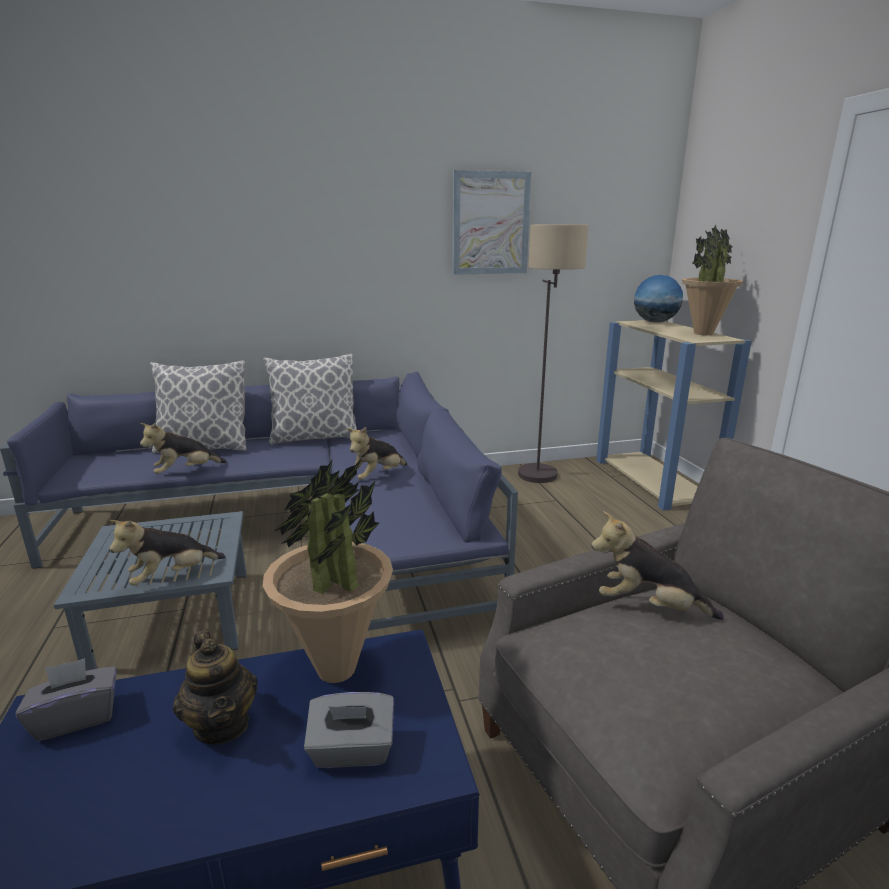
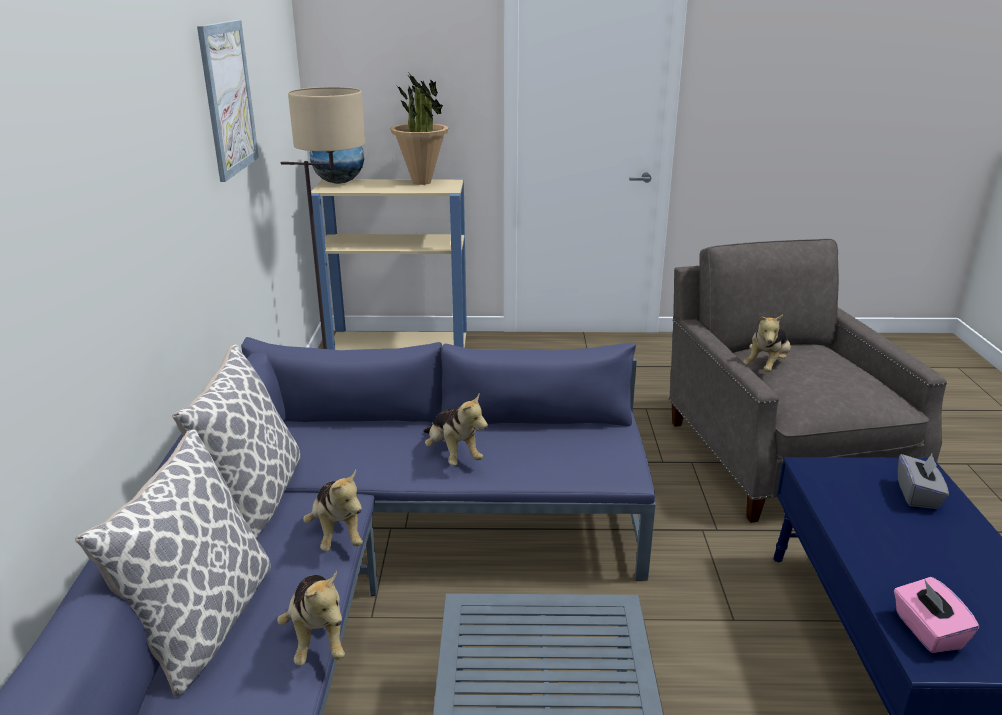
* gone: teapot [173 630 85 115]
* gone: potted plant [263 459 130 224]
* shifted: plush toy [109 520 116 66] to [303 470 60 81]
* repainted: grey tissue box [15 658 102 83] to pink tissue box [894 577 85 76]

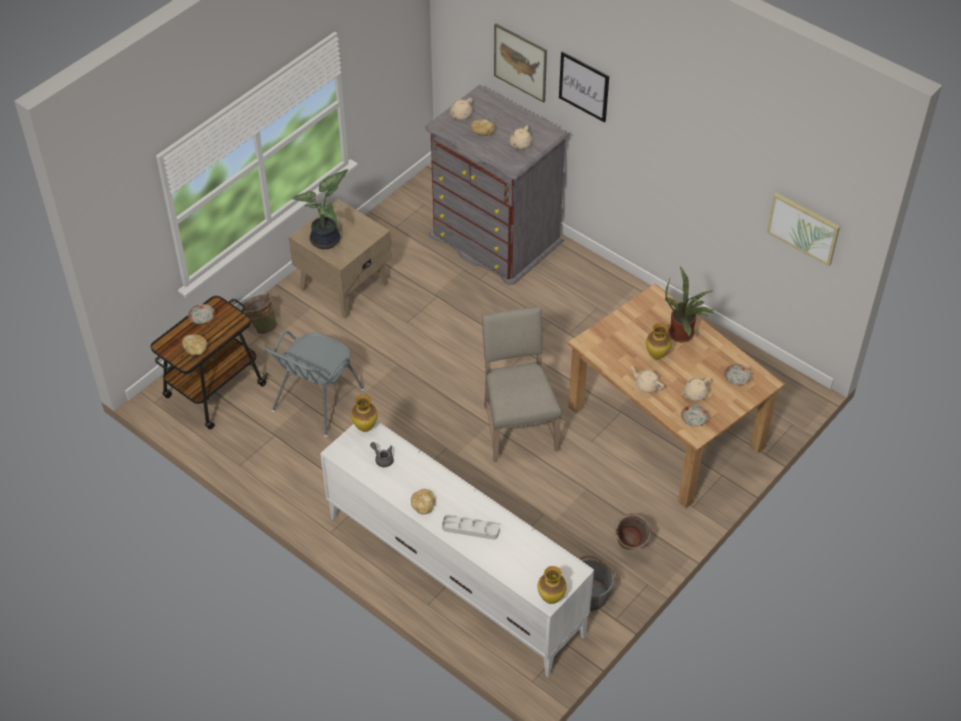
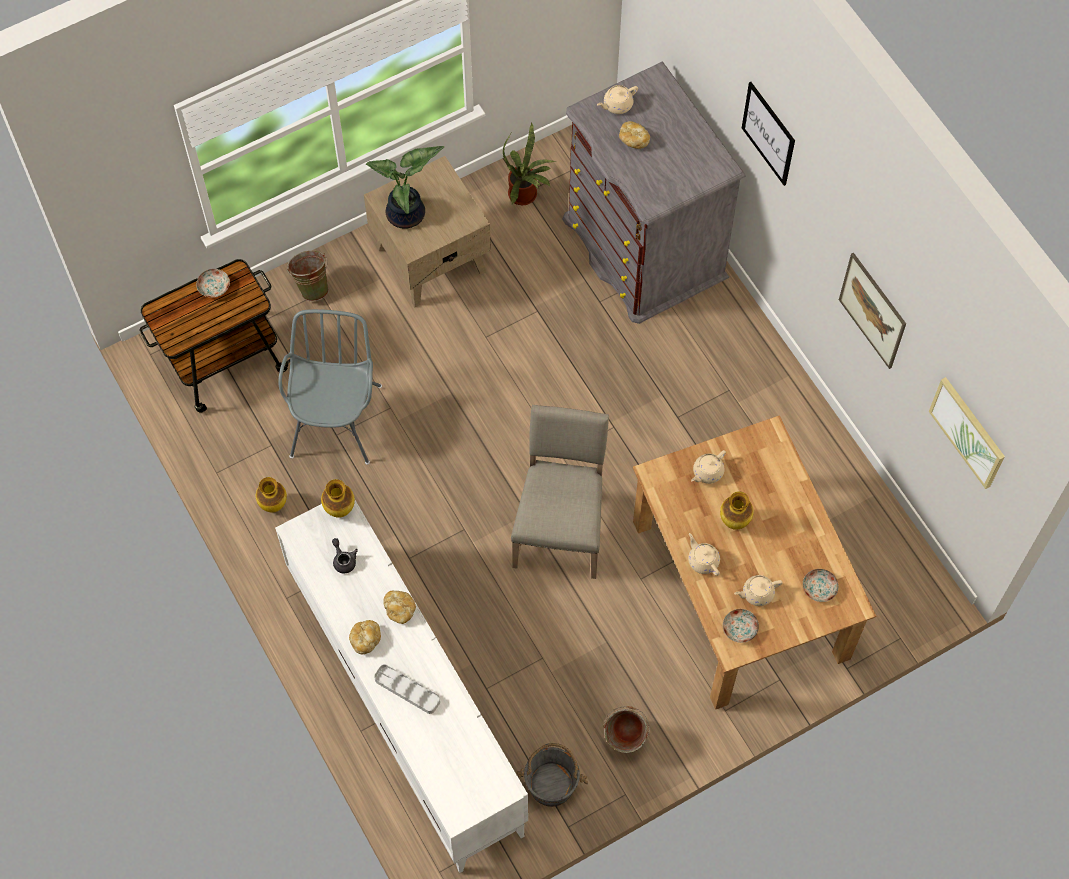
* shifted: bread [182 334 25 21] to [383 591 33 33]
* shifted: picture [494 23 53 80] to [839 253 67 116]
* shifted: beige teapot [509 125 23 24] to [691 450 35 34]
* shifted: vase [538 566 29 38] to [256 477 31 36]
* shifted: potted plant [665 267 49 76] to [503 123 53 82]
* rotated: grey chair [265 331 99 106] = [278 309 104 156] 135 degrees clockwise

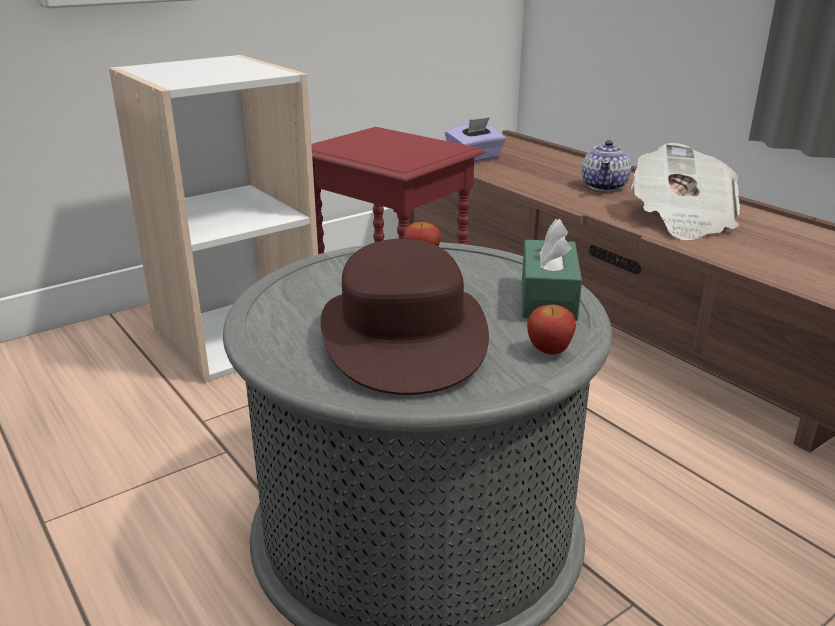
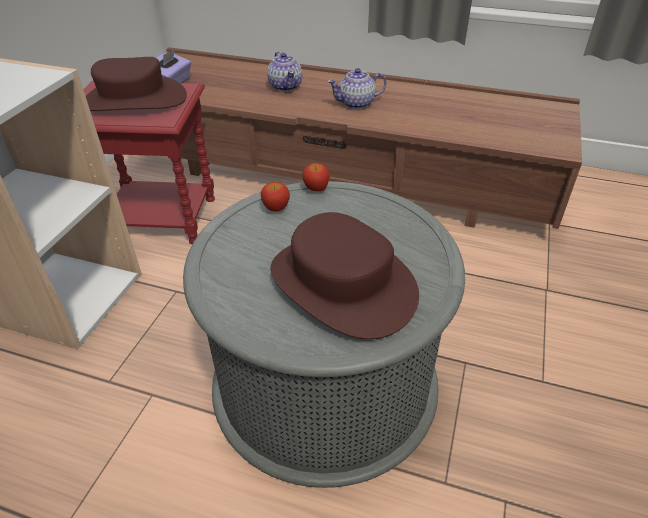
* gone: green tissue box [522 218 60 103]
* new: brown hat [86 57 101 54]
* shifted: apple [527 304 49 51] to [302 163 28 29]
* swapped: newspaper [631 143 109 97] to teapot [327 68 60 41]

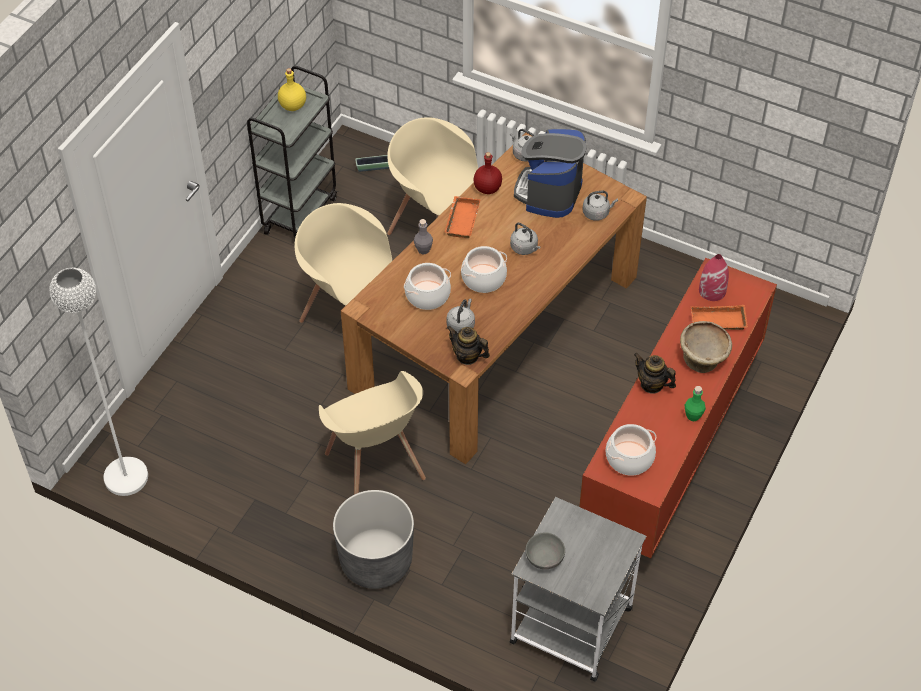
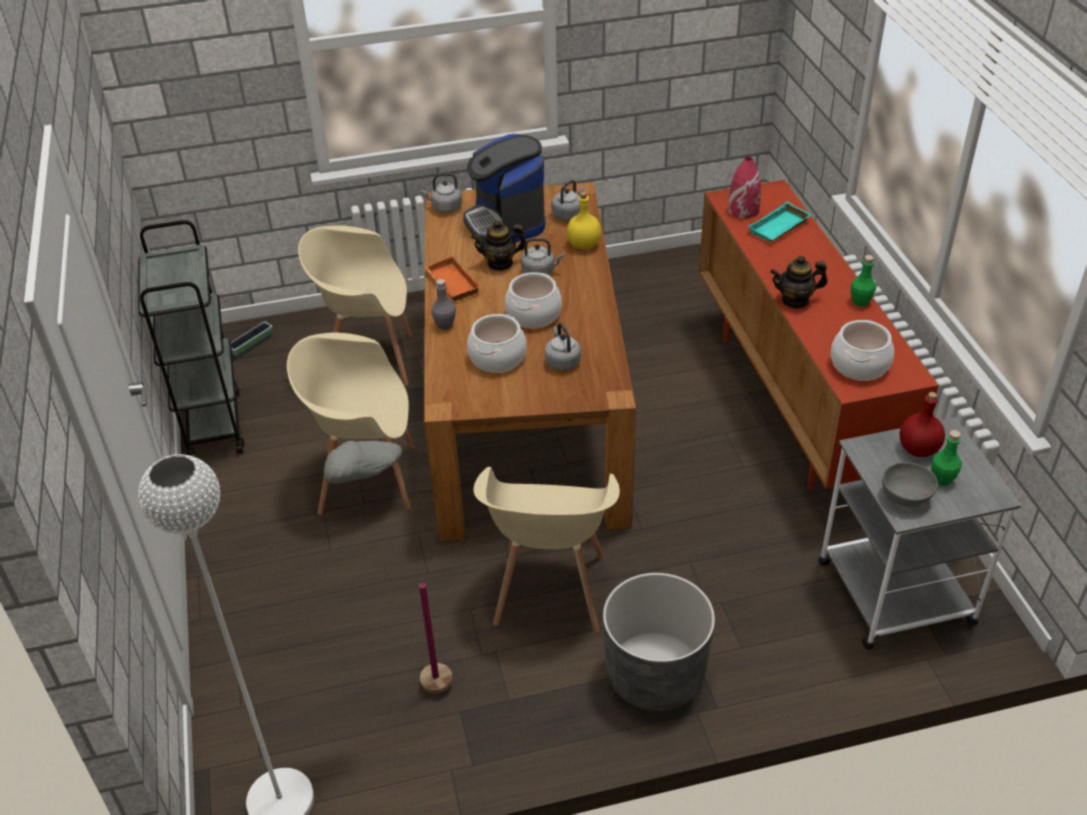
* gone: beige bowl [680 321 52 52]
* new: grey floor lamp [324 437 128 257]
* new: green bottle [931 430 31 56]
* shifted: yellow bottle [278 68 28 43] to [567 192 34 57]
* shifted: teapot [447 326 43 39] to [471 220 55 51]
* shifted: red bottle [474 152 28 42] to [899 392 46 65]
* repainted: orange tray [691 305 57 25] to turquoise tray [747 201 65 41]
* rotated: beige chair [319 371 107 123] = [474 467 146 166] 75 degrees clockwise

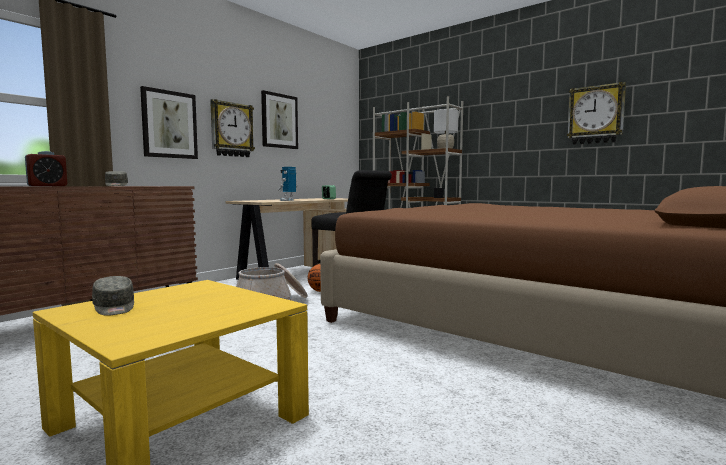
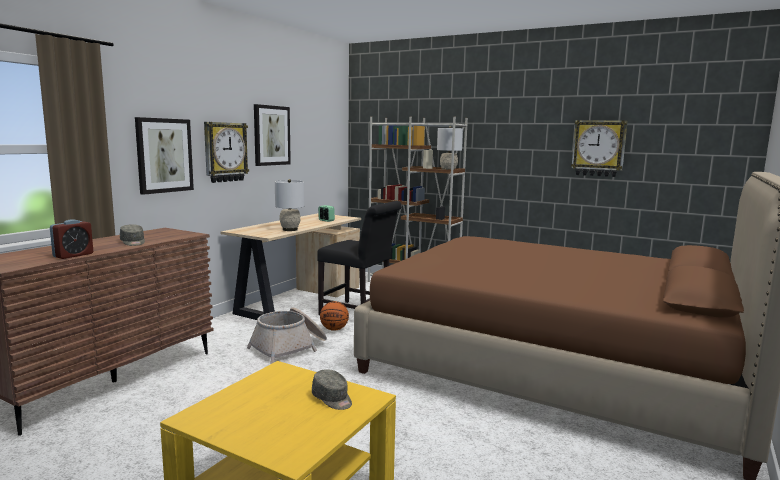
* shifted: grey cap [92 276 42 40] to [312 369 40 41]
* swapped: toy robot [278 167 20 34] to white table lamp [275 179 29 52]

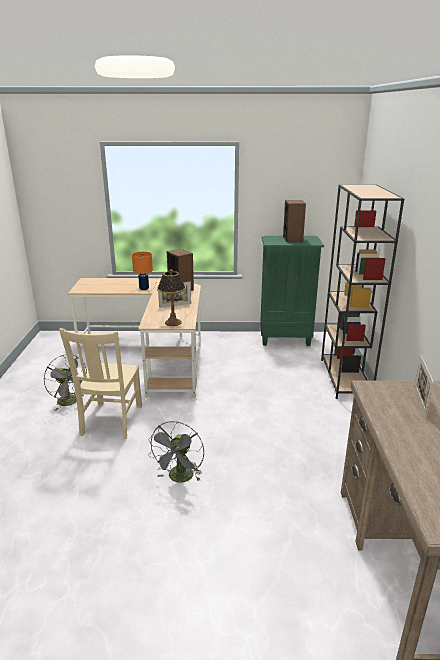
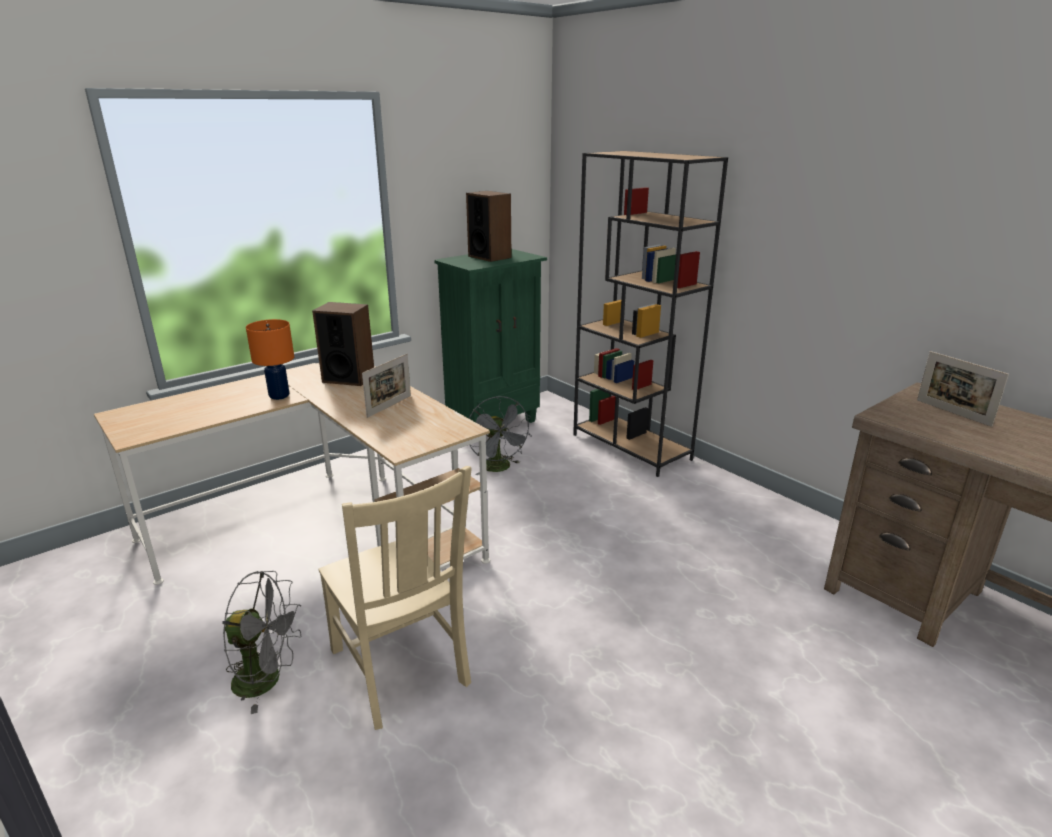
* gone: table lamp [157 269 29 57]
* shifted: grey fan [148 421 56 62] to [469 396 63 79]

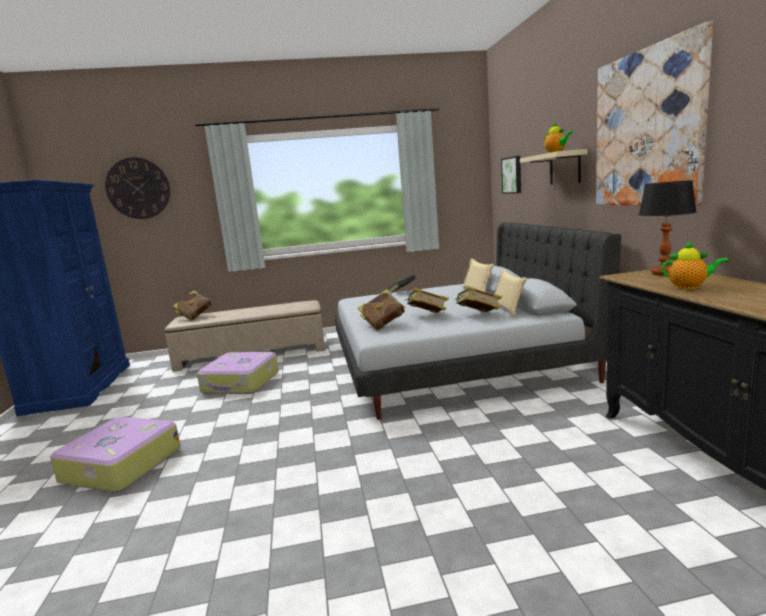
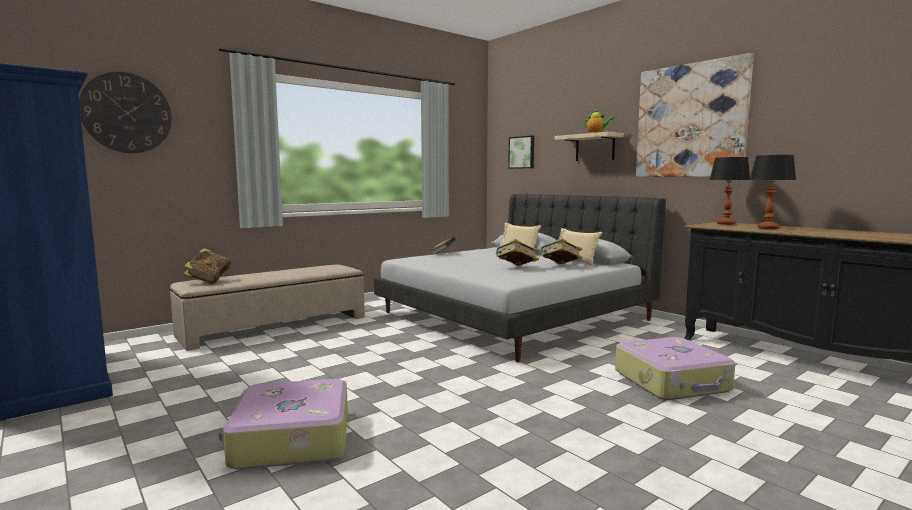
* gone: book [358 289 48 41]
* shifted: suitcase [197 352 82 42] to [615 337 120 63]
* swapped: teapot [661 241 68 48] to table lamp [750 155 46 74]

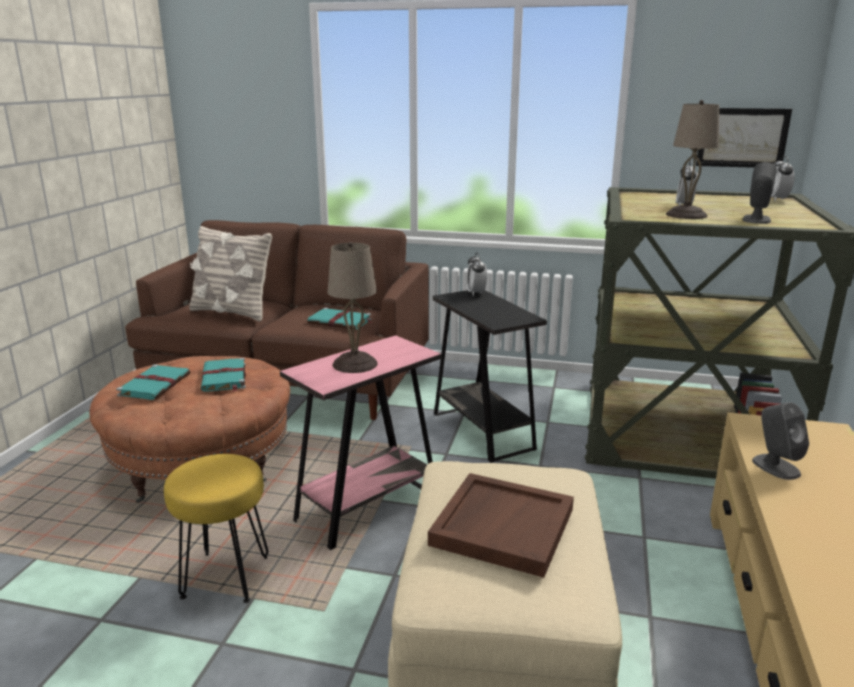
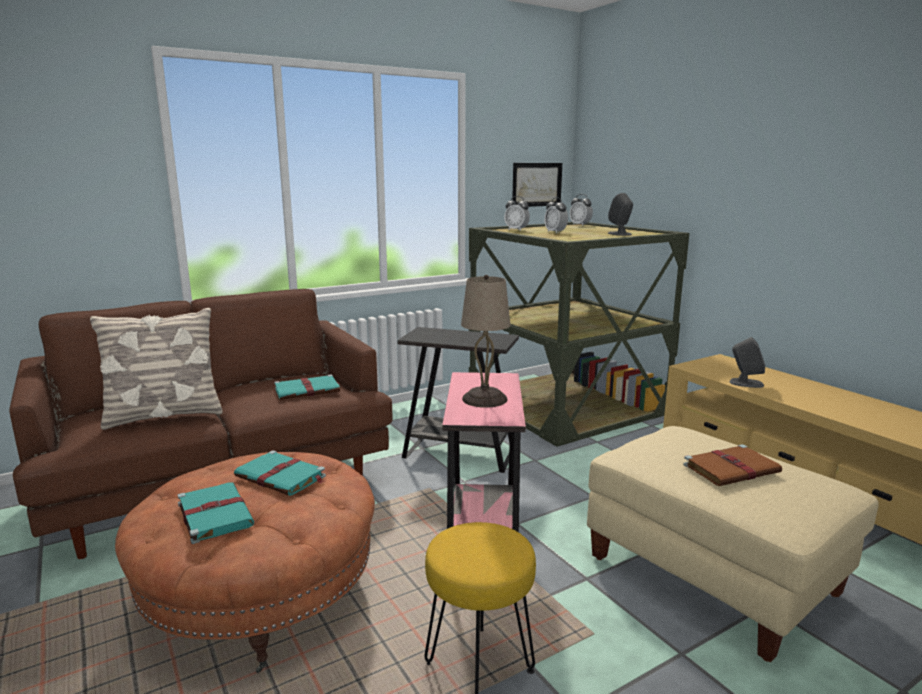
* gone: beige table lamp [666 100 53 119]
* shifted: alarm clock [467 252 20 44] to [504 196 26 35]
* swapped: brown tray [428 473 146 105] to brown book [683 444 99 42]

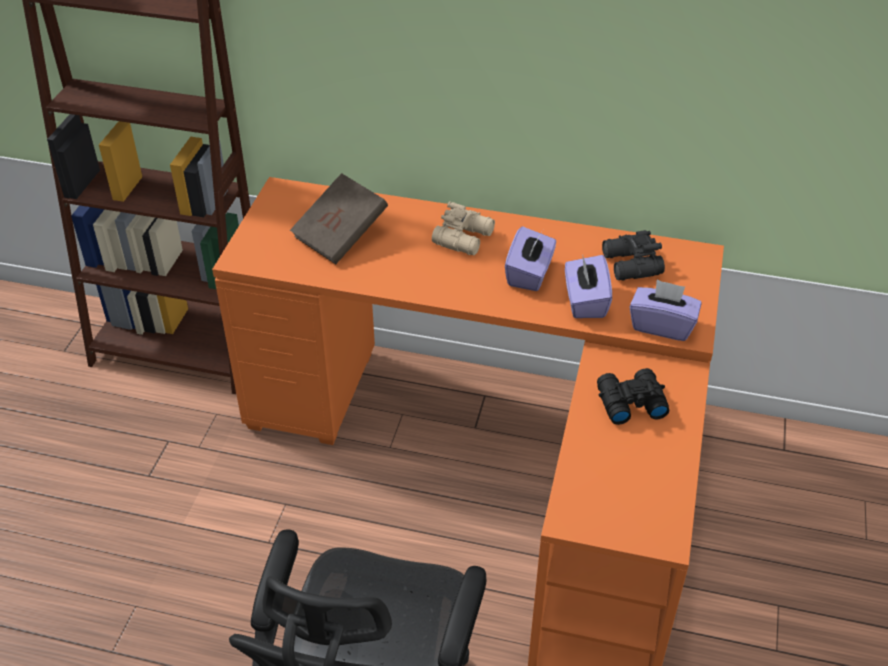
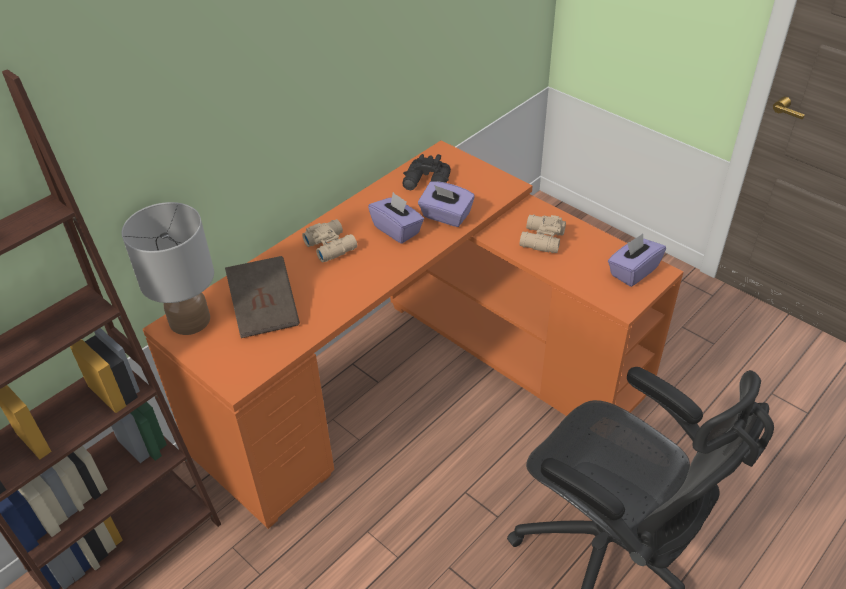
* new: grey table lamp [122 202 92 133]
* shifted: purple tissue box [630 279 72 62] to [608 234 58 53]
* repainted: black binoculars [597 368 72 57] to beige binoculars [520 215 46 38]

